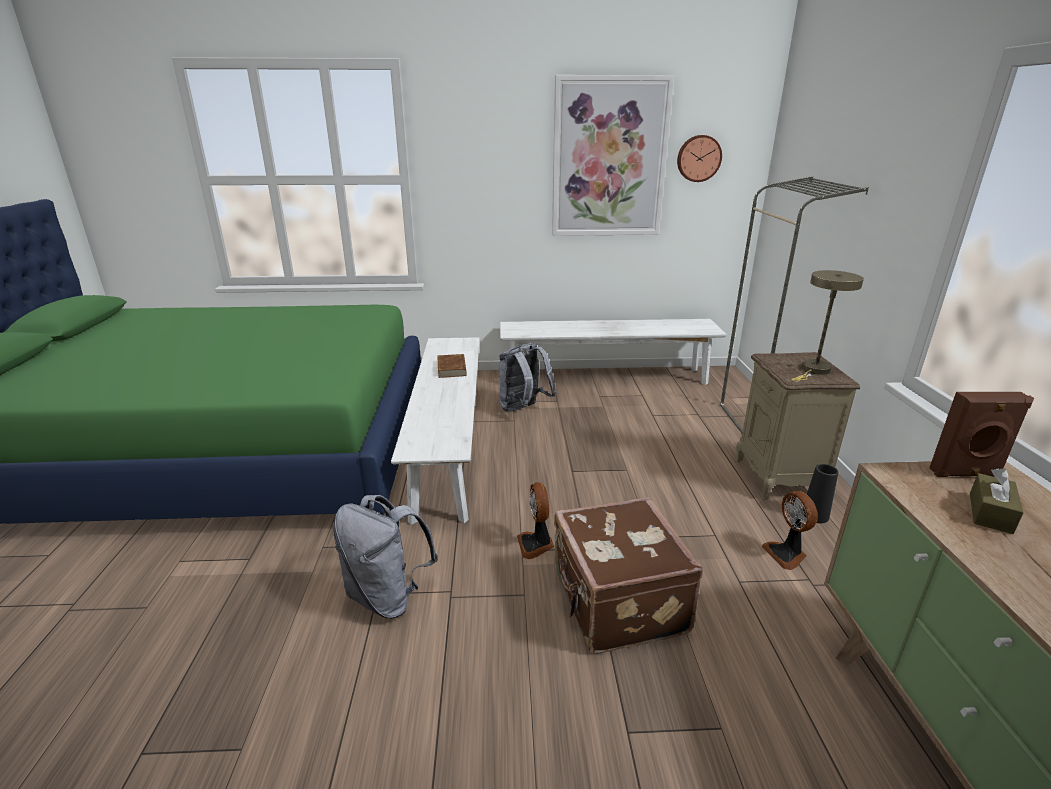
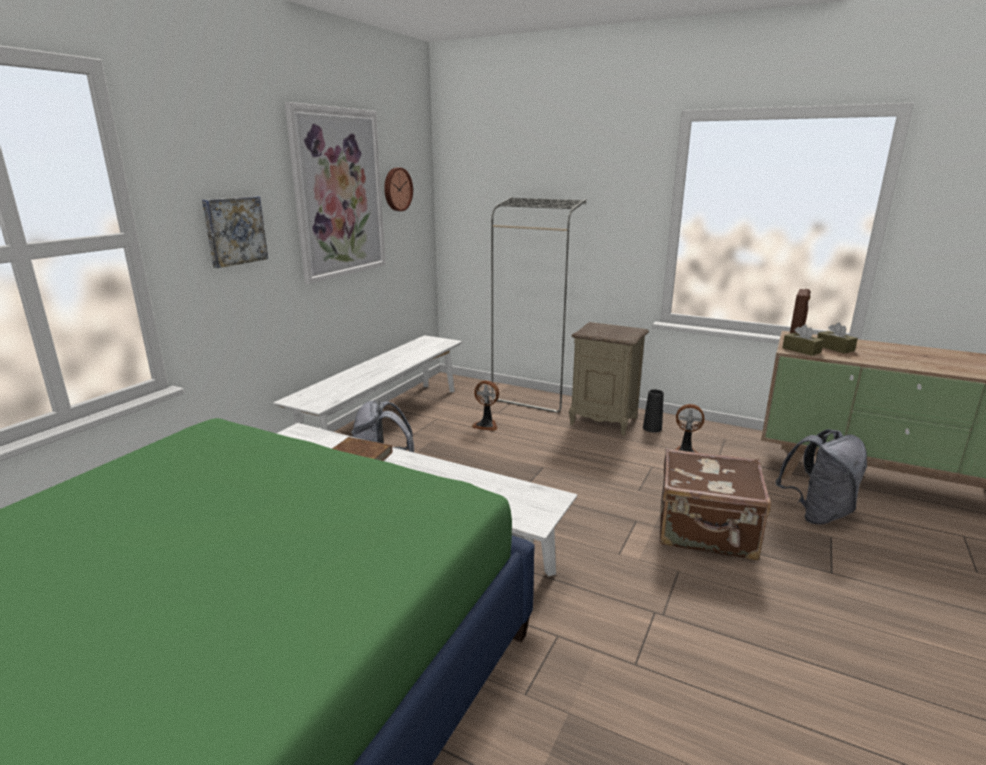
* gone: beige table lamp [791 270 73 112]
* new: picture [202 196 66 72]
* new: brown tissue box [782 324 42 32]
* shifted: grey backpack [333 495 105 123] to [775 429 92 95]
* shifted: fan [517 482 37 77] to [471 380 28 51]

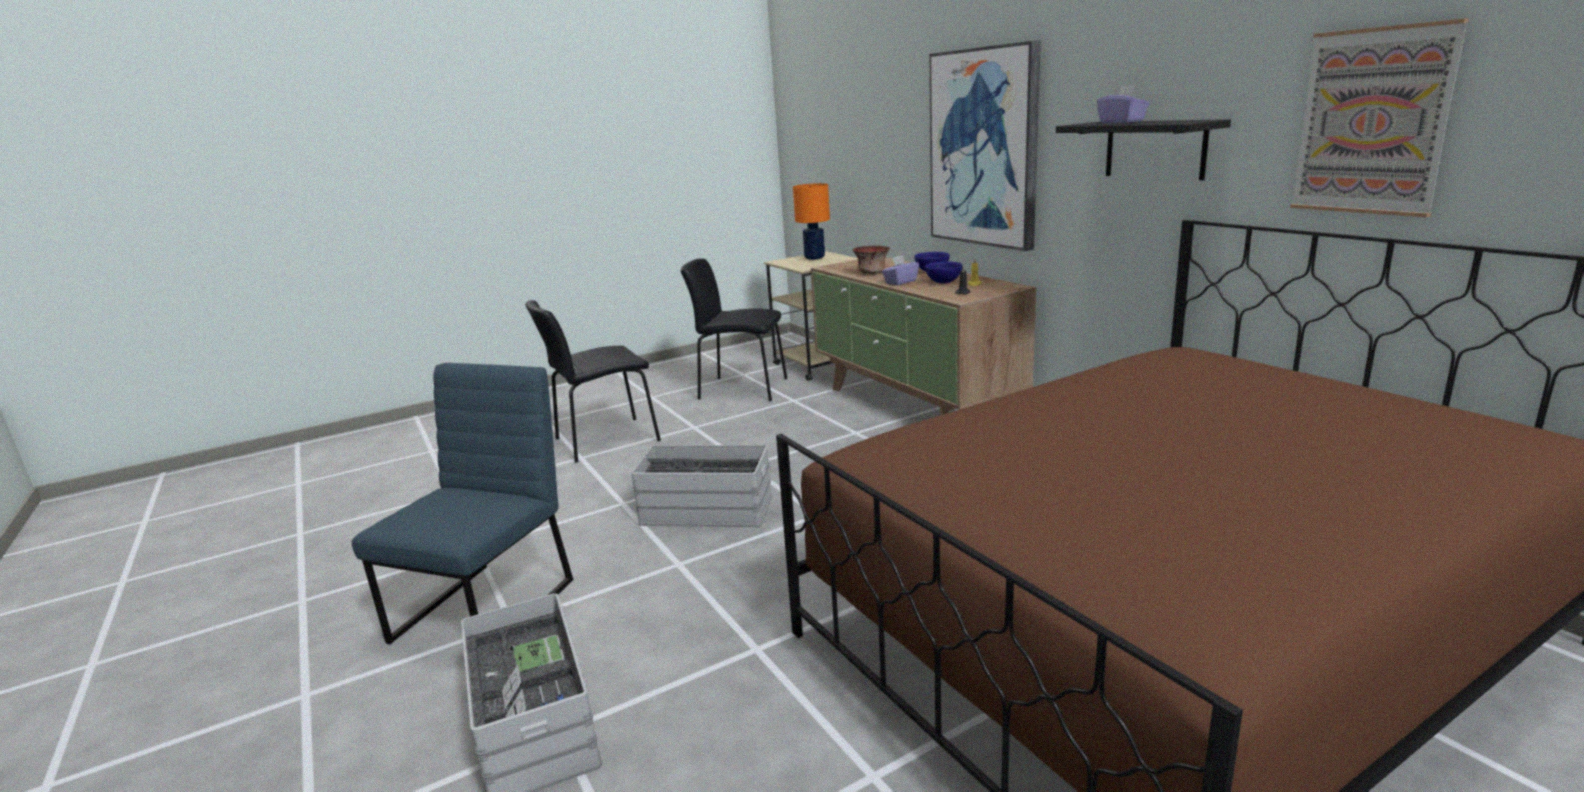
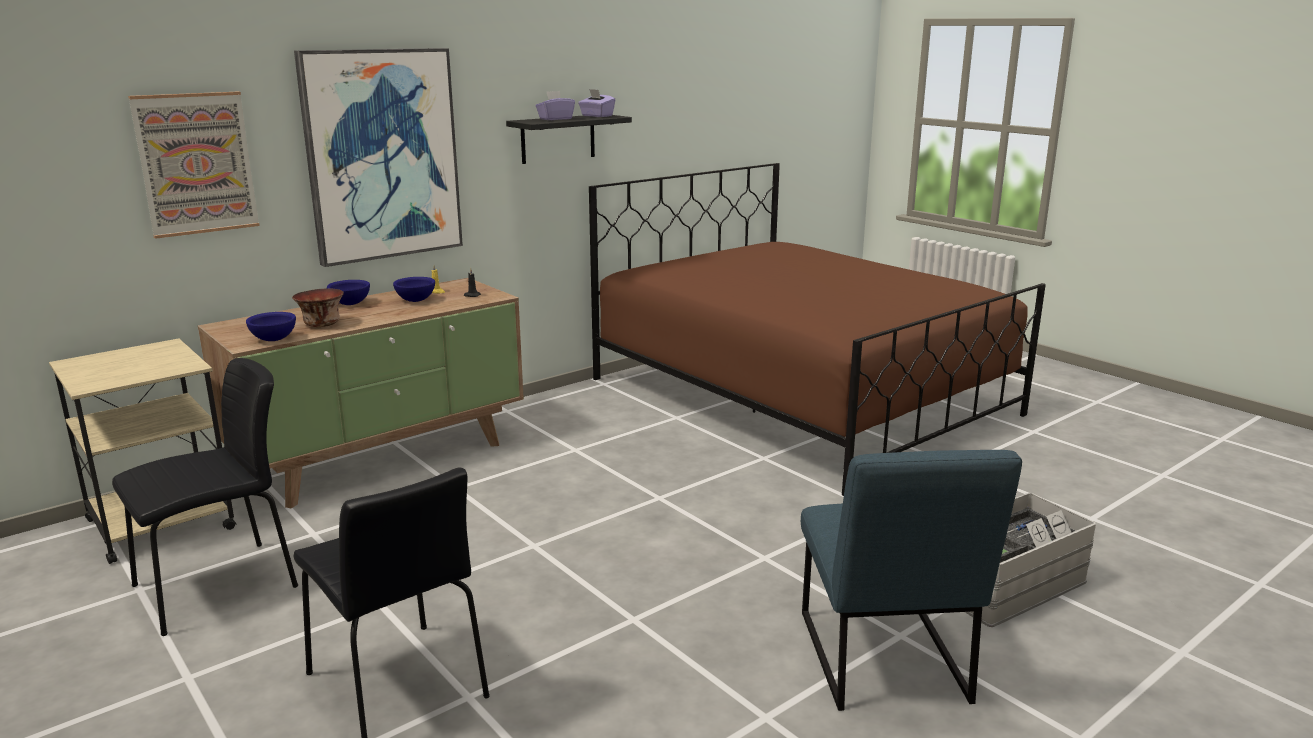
* gone: grey storage box [631 445 141 82]
* gone: orange table lamp [793 183 37 77]
* new: blue bowl [246 312 50 29]
* shifted: purple tissue box [882 255 37 30] to [578 89 37 28]
* shifted: picture [1290 18 179 199] to [128 91 132 148]
* rotated: blue chair [352 363 221 281] = [801 450 221 261] 105 degrees counterclockwise
* rotated: black chair [681 258 107 143] = [112 358 186 278] 135 degrees counterclockwise

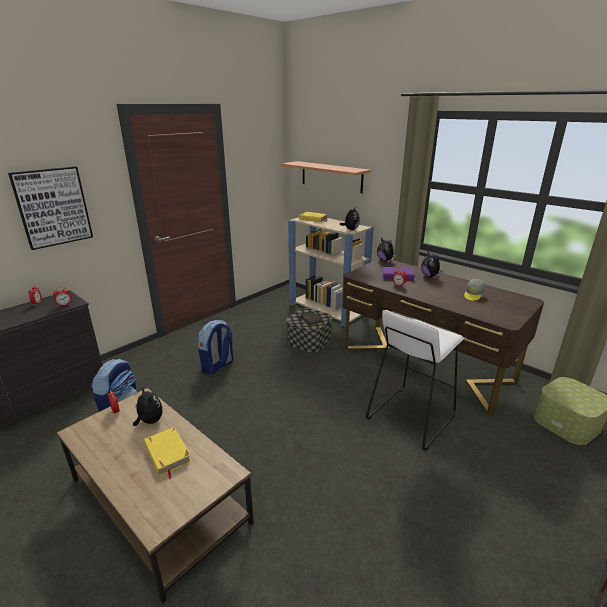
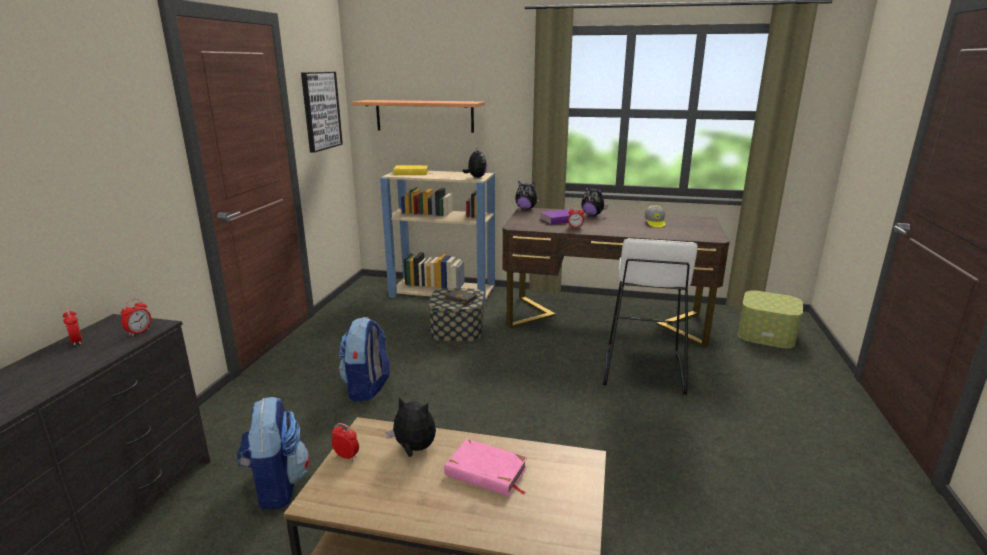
* shifted: picture [8 166 85 84] to [301 72 42 81]
* repainted: yellow book [144 427 48 52] to pink book [444 439 84 57]

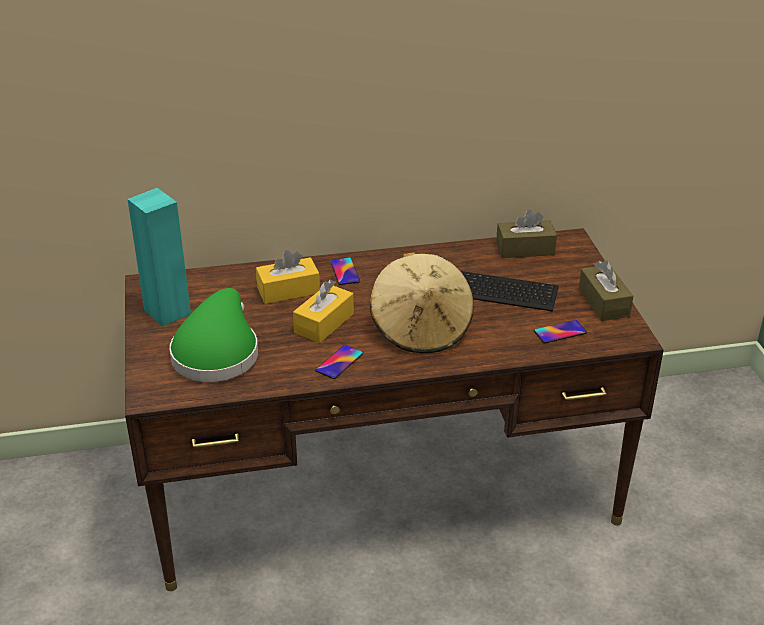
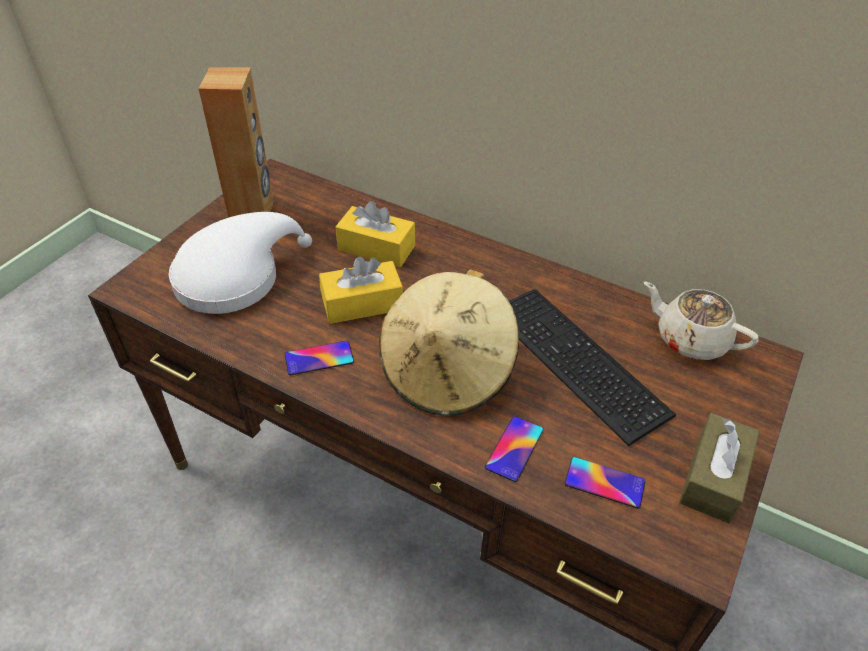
* shifted: phone [330 257 30 28] to [485 416 58 66]
* swapped: brown tissue box [496 210 61 48] to beige teapot [644 282 114 78]
* repainted: turquoise speaker [127 188 64 139] to brown speaker [199 67 75 151]
* repainted: green hat [169 288 89 94] to white hat [169 212 143 102]

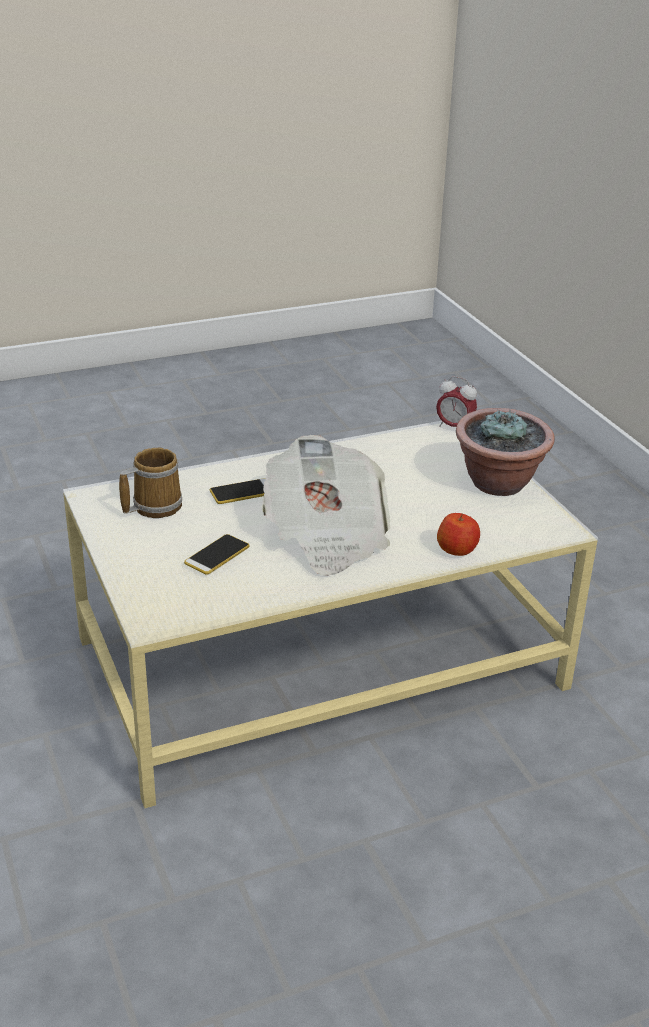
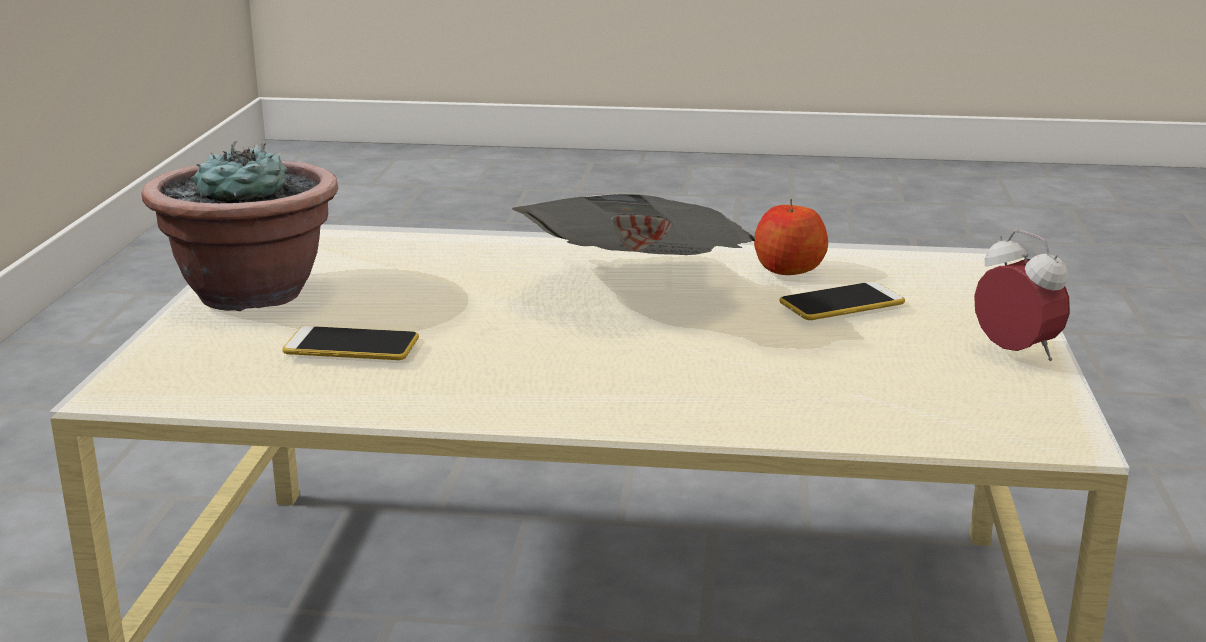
* gone: mug [119 448 63 70]
* shifted: phone [210 478 56 26] to [282 326 137 34]
* shifted: alarm clock [436 376 41 51] to [974 230 96 131]
* shifted: apple [437 513 43 43] to [754 199 74 76]

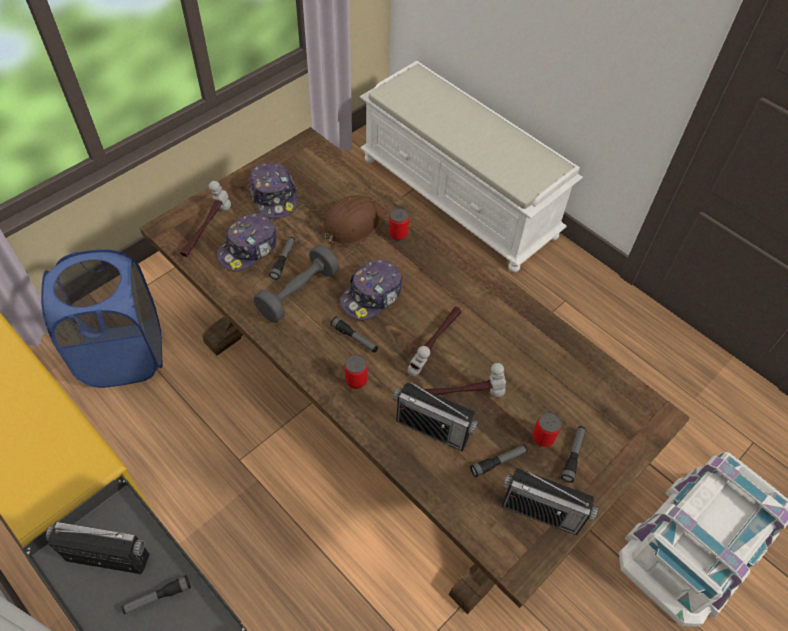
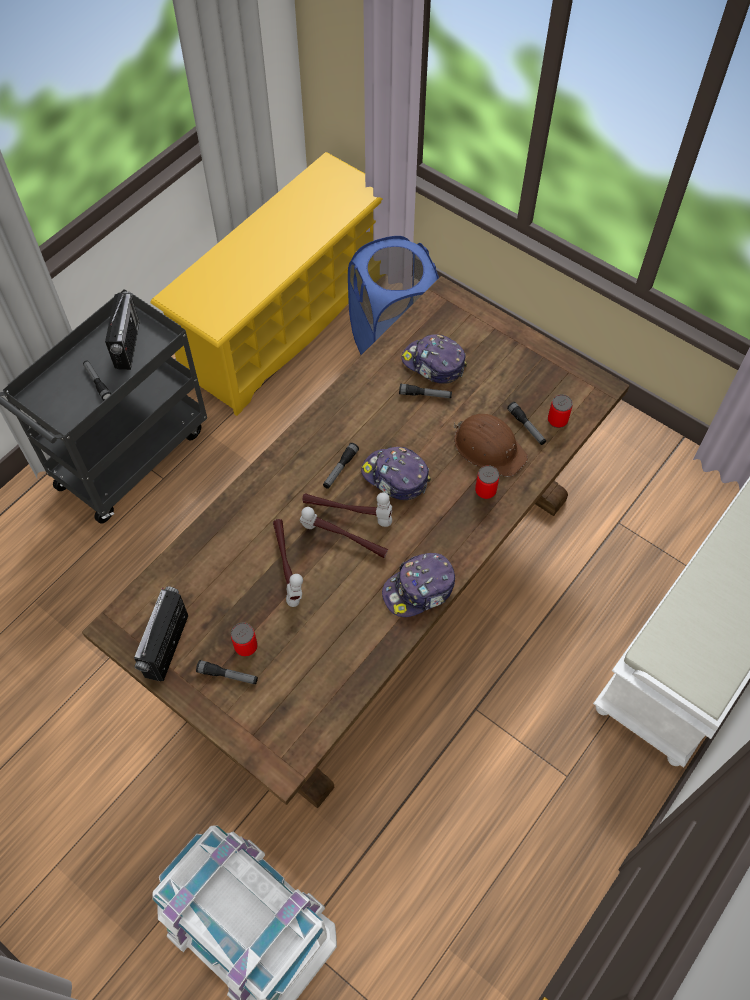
* gone: grey dumbbell [254 245 85 78]
* gone: radio [393 381 85 70]
* shifted: hammer [180 181 51 76] to [302 492 90 35]
* shifted: cap [249 163 48 56] to [382 553 73 64]
* shifted: can [345 354 22 35] to [548 394 25 34]
* shifted: flashlight [470 445 58 32] to [507 402 39 43]

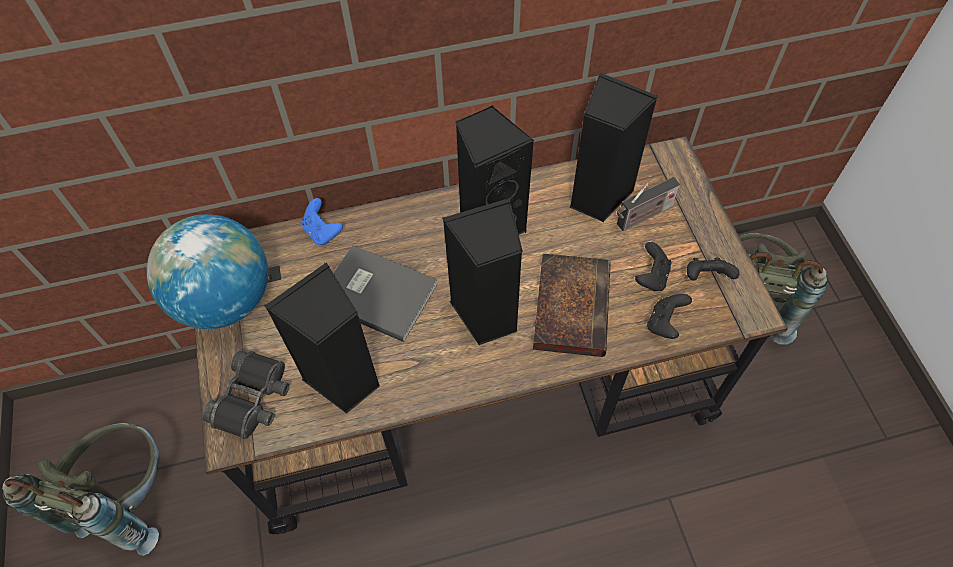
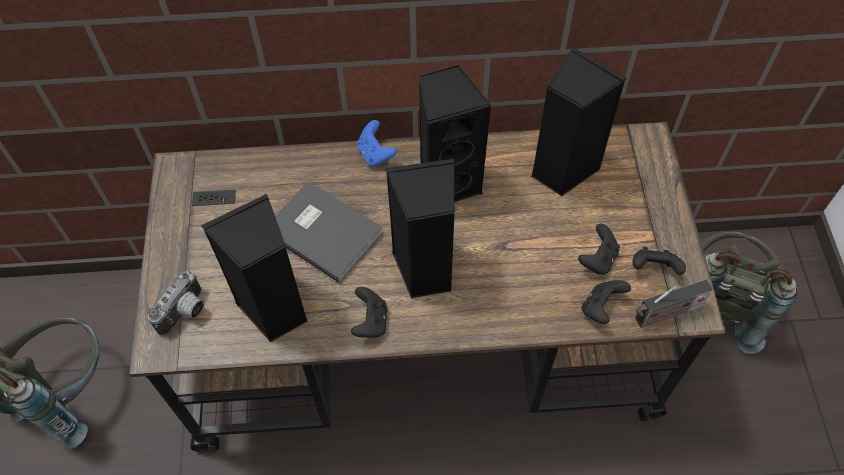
* gone: globe [147 214 121 115]
* gone: book [533 254 78 103]
* new: black game controller [351 287 37 51]
* shifted: blue game controller [302 198 41 47] to [357 120 40 47]
* shifted: radio [617 177 63 54] to [635 279 77 49]
* swapped: black binoculars [202 351 87 88] to photo camera [148 271 56 65]

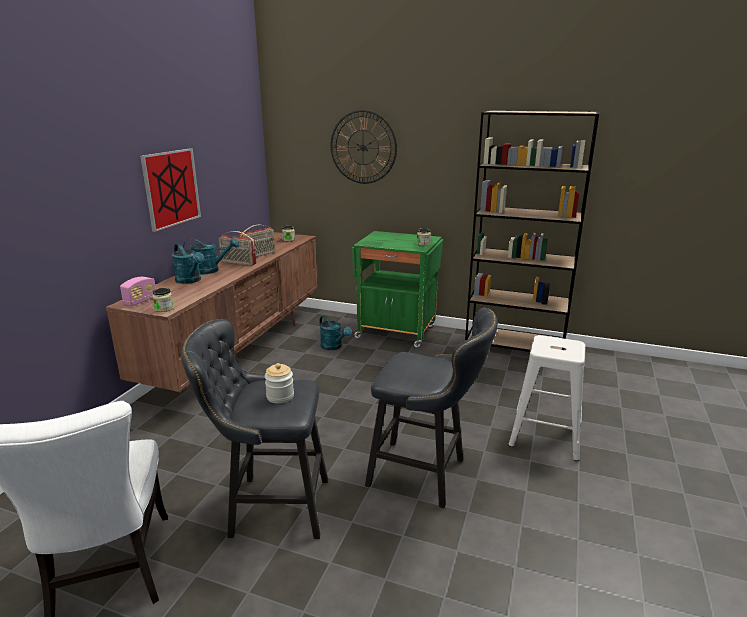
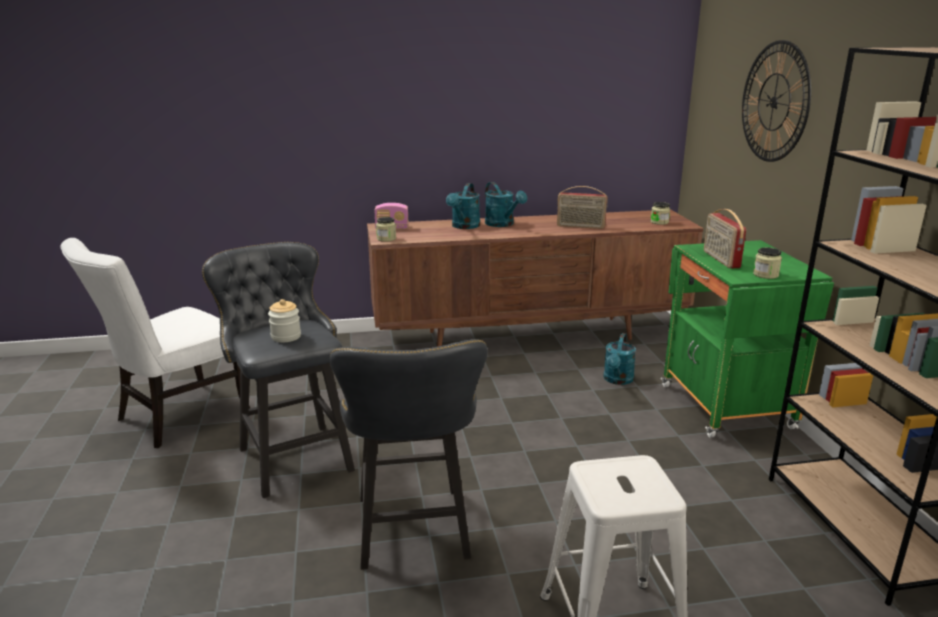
* gone: picture [140 148 61 84]
* shifted: radio [219 231 37 35] to [704 209 42 60]

